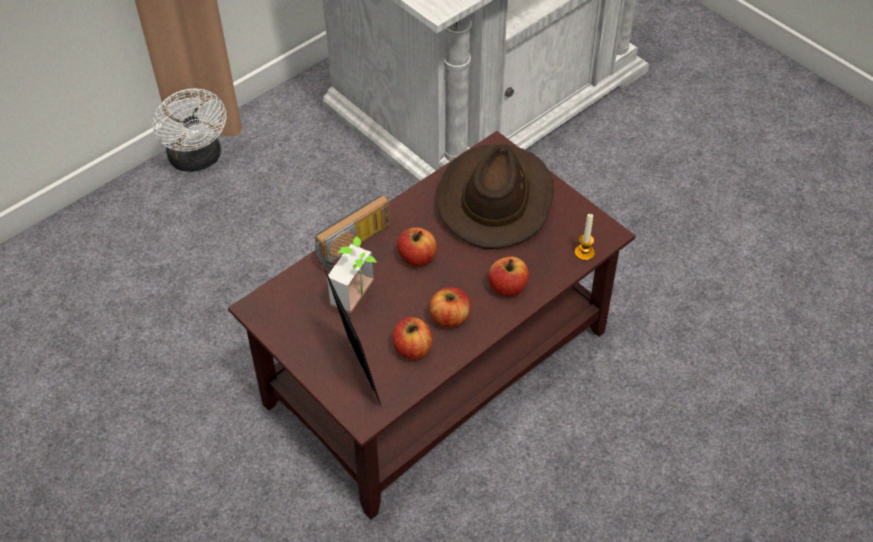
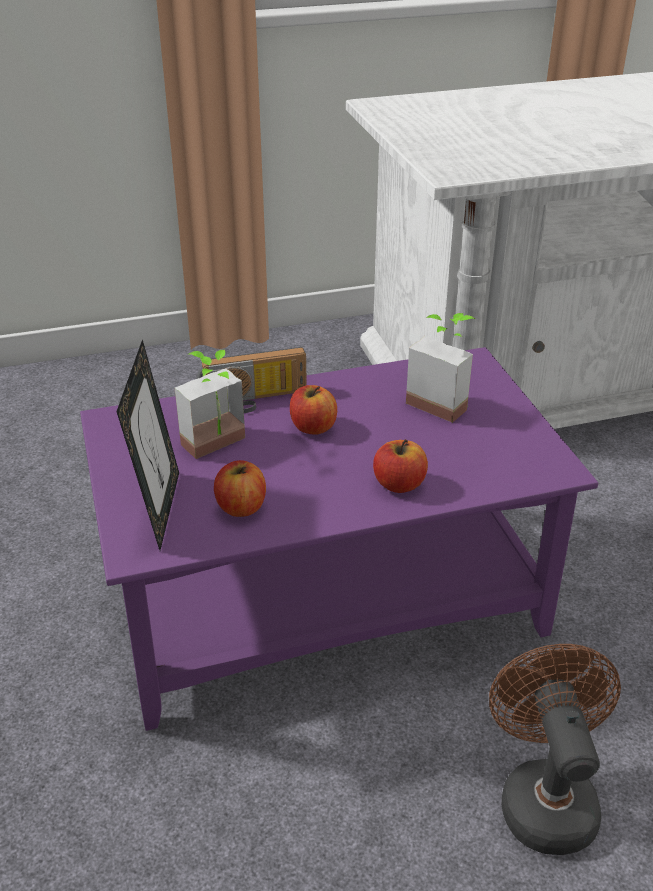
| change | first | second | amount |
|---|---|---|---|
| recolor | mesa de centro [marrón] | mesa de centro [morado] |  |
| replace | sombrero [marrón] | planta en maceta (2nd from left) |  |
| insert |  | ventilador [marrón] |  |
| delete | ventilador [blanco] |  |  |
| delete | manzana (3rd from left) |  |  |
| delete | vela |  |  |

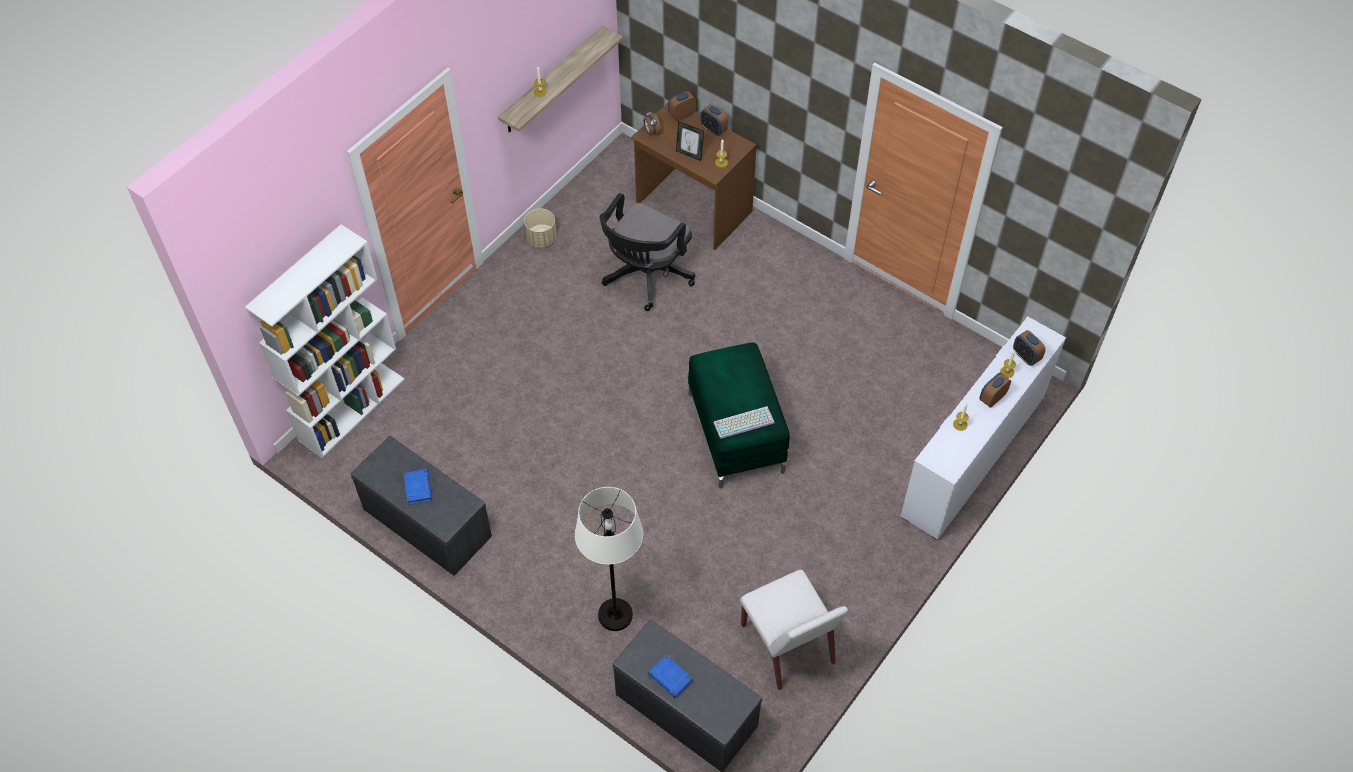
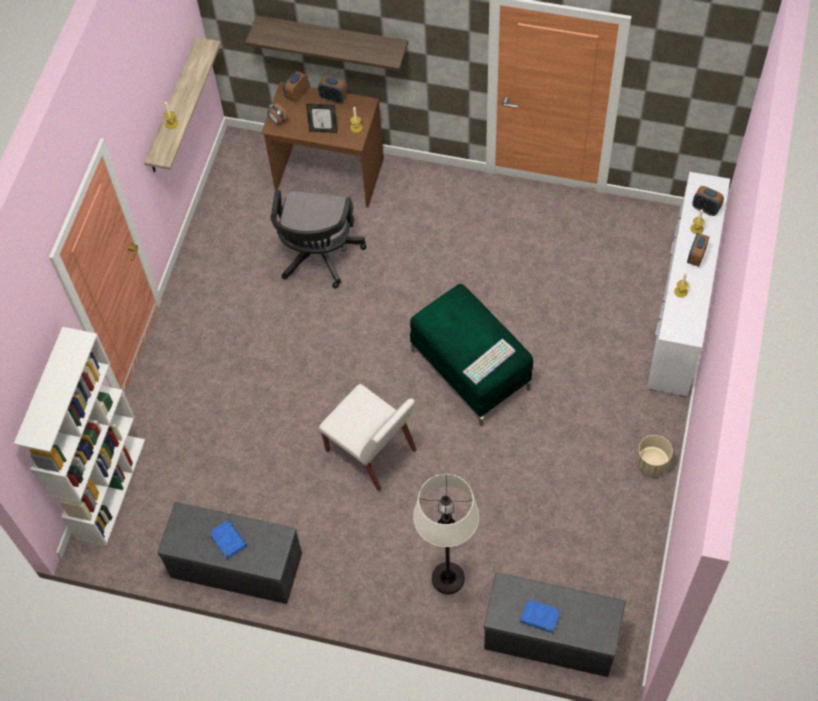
| change | first | second | amount |
|---|---|---|---|
| insert |  | estante (2nd from left) |  |
| move | silla [blanco] |  |  |
| move | maceta [beis] |  |  |

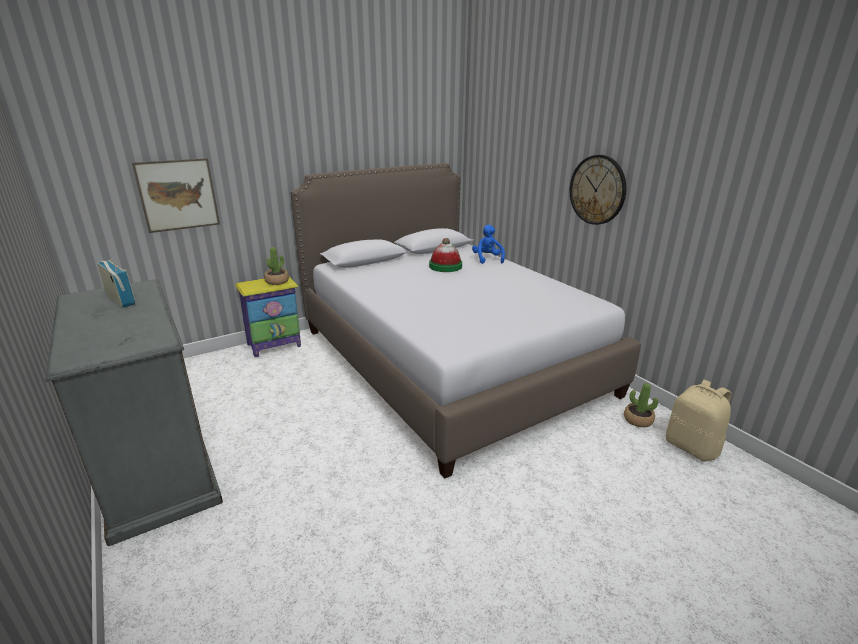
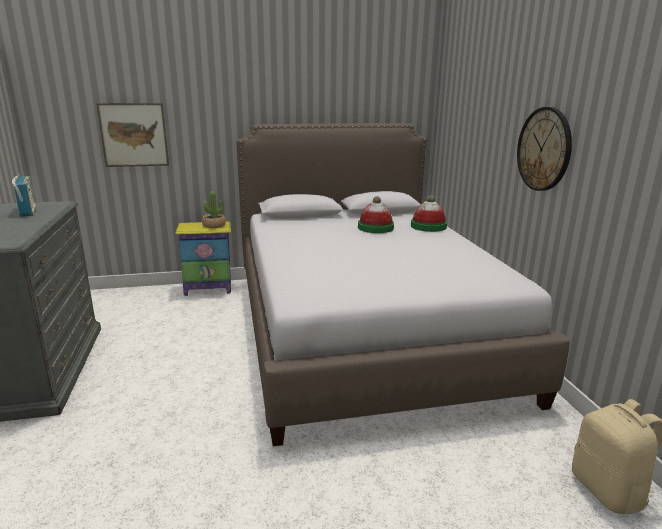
| change | first | second | amount |
|---|---|---|---|
| replace | peluche [azul] | sombrero (2nd from left) |  |
| delete | planta en maceta (2nd from left) |  |  |

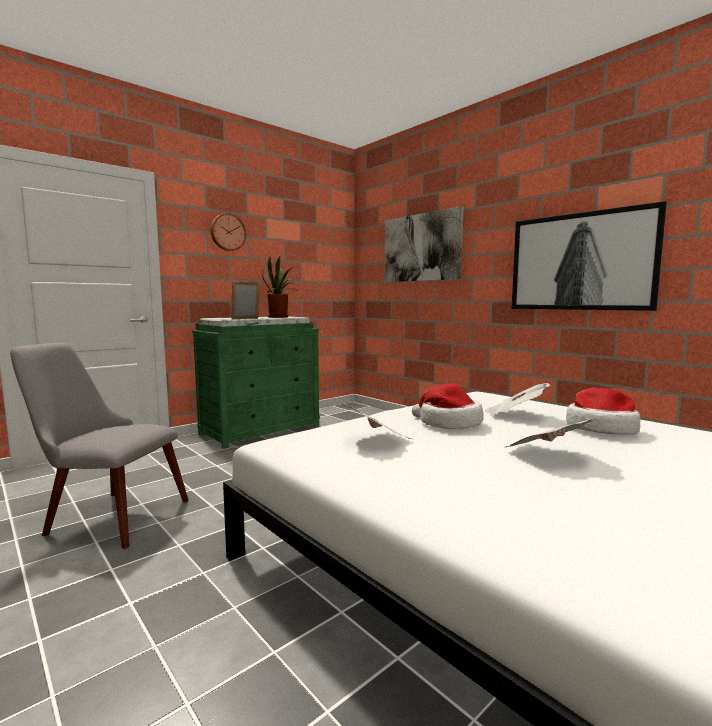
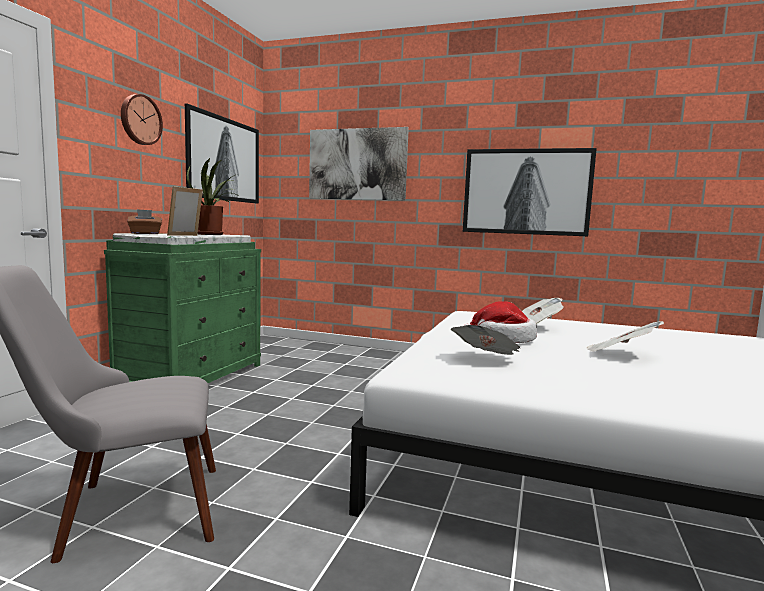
| change | first | second | amount |
|---|---|---|---|
| insert |  | caja de pañuelos [marrón] |  |
| insert |  | cuadro (1st from left) |  |
| delete | sombrero (2nd from left) |  |  |

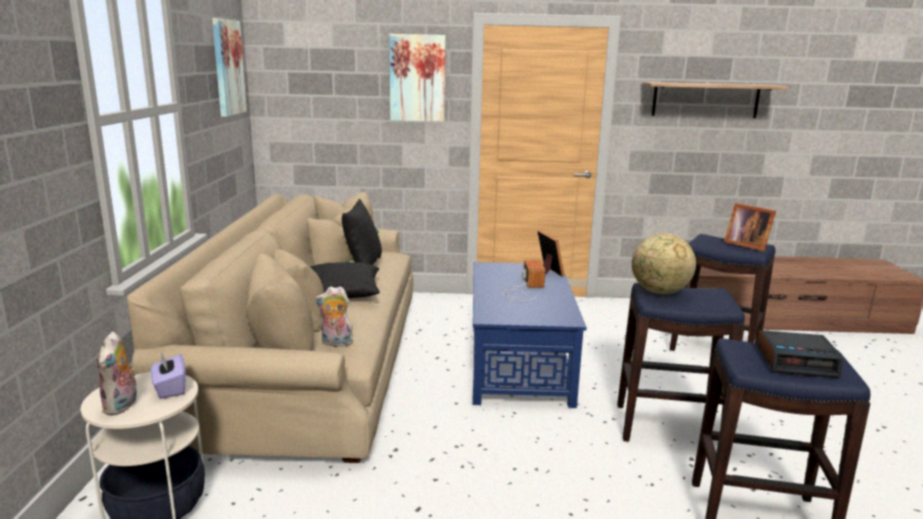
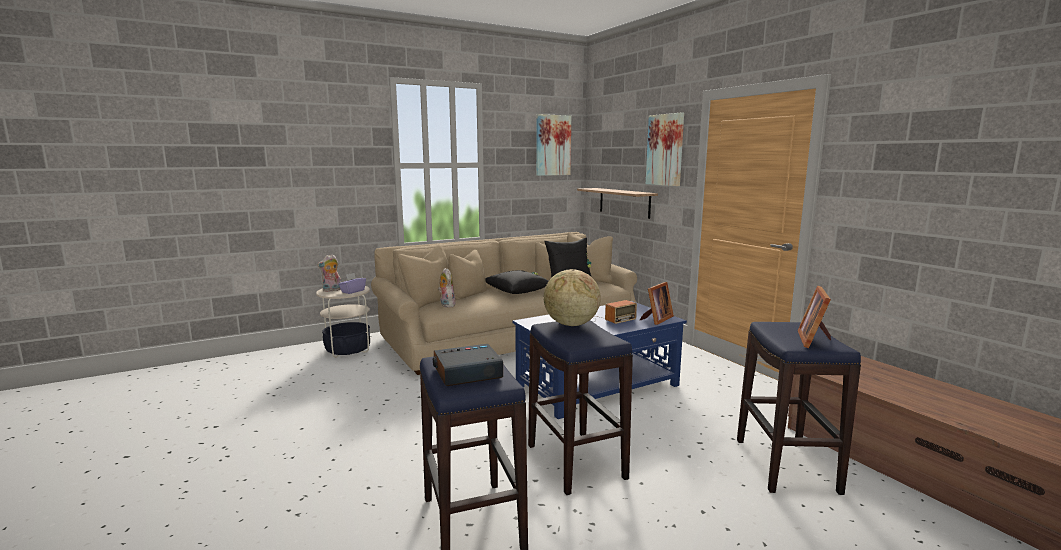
| change | first | second | amount |
|---|---|---|---|
| rotate | despertador |  | 90 degrees clockwise |
| move | estante |  |  |

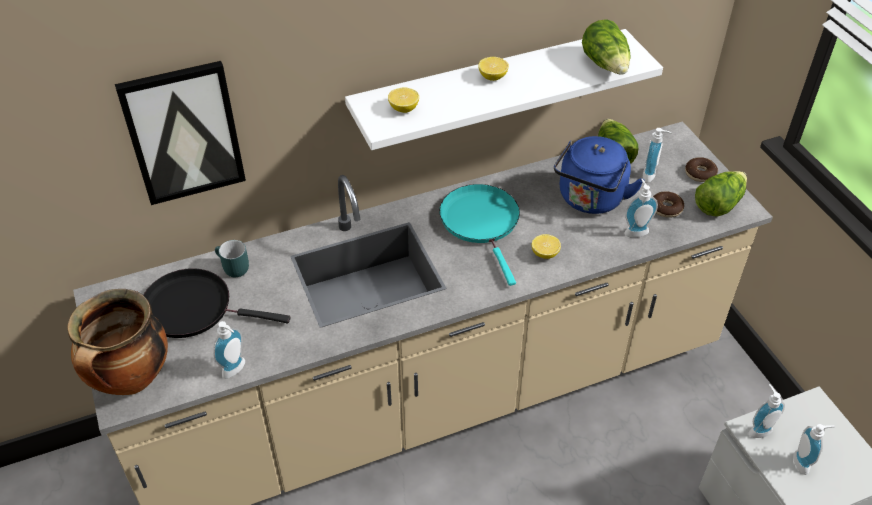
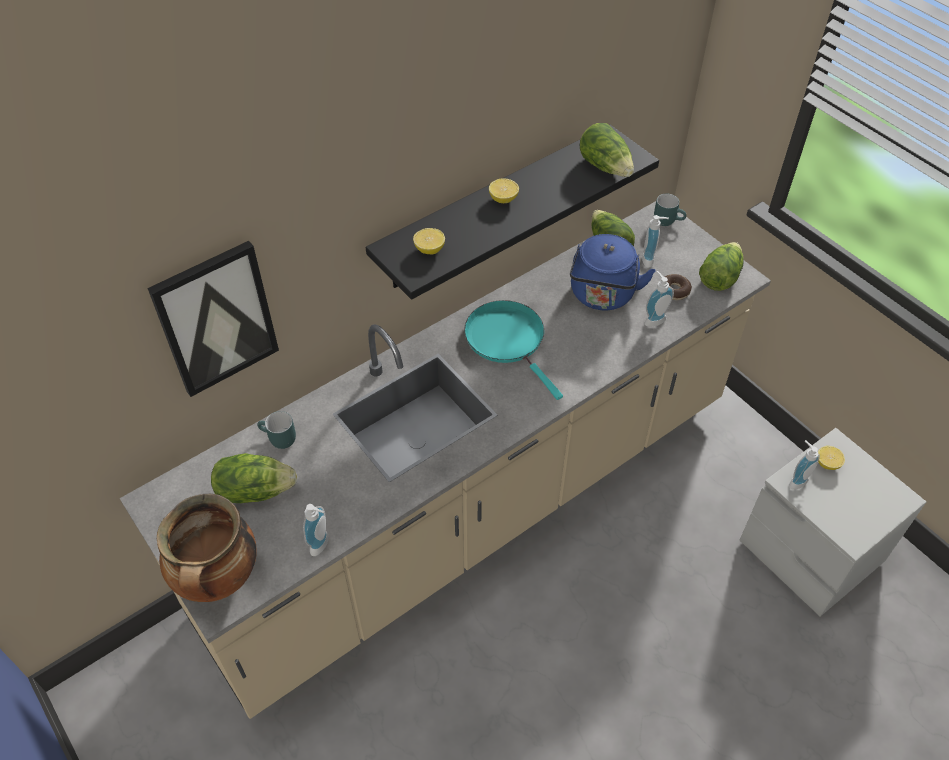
| change | first | second | amount |
|---|---|---|---|
| replace | sartén [negro] | lechuga (1st from left) |  |
| recolor | estante [blanco] | estante [negro] |  |
| insert |  | taza grande [turquesa] (2nd from left) |  |
| move | limón (3rd from left) |  |  |
| delete | rosquilla (2nd from left) |  |  |
| delete | dispensador de jabón (5th from left) |  |  |

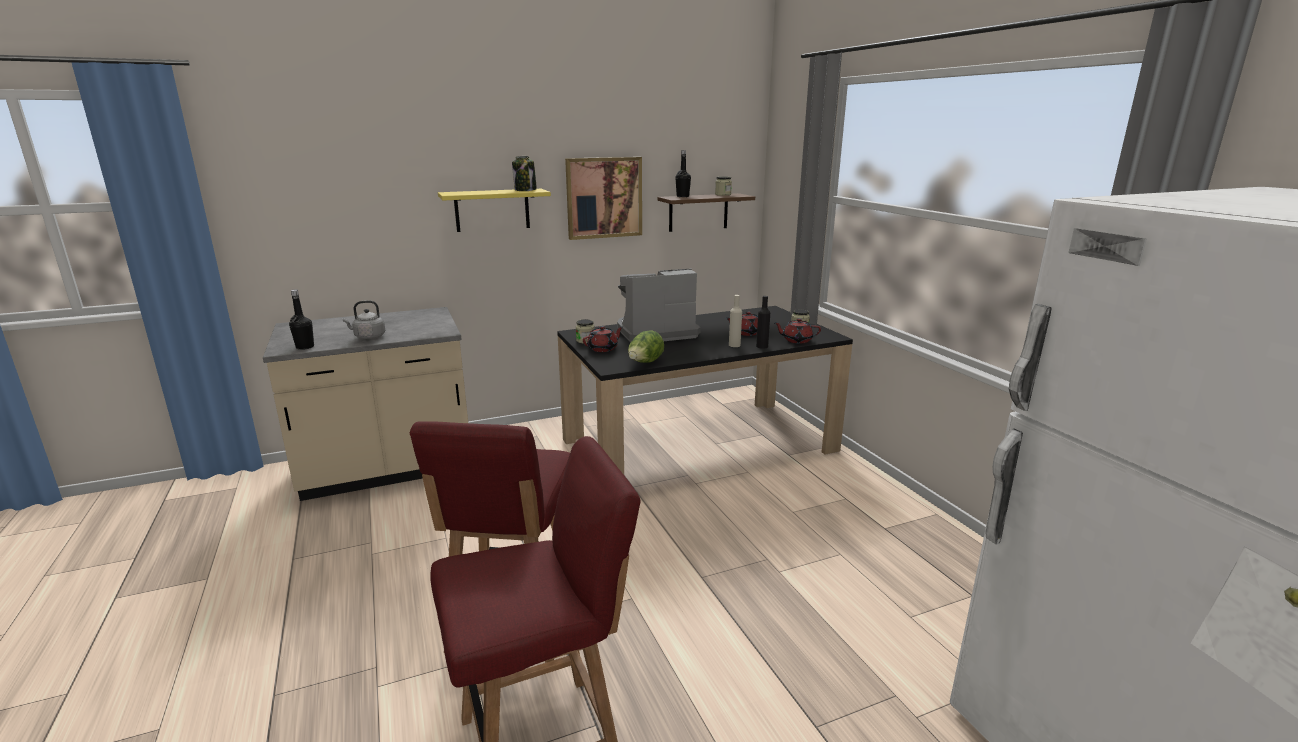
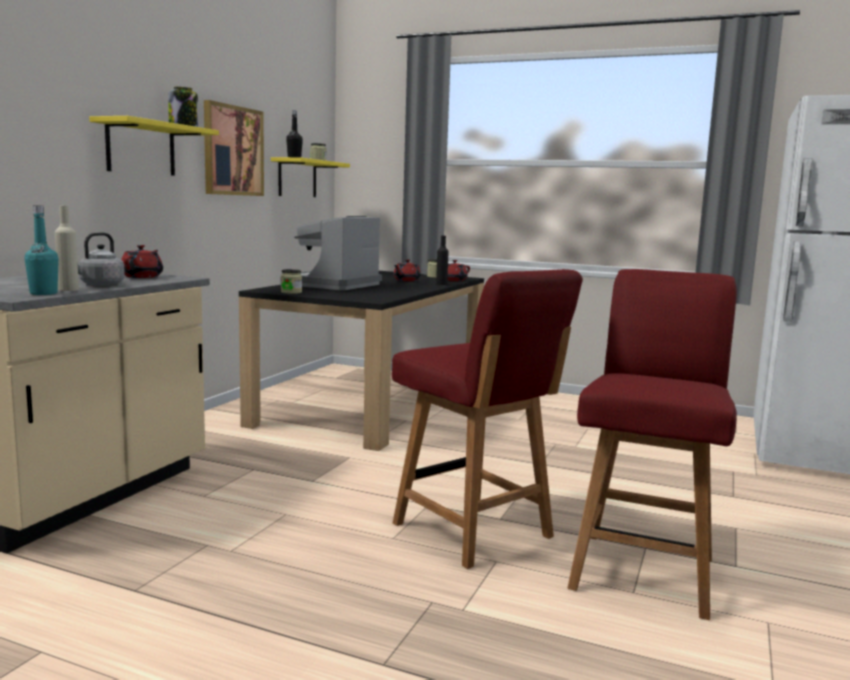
| change | first | second | amount |
|---|---|---|---|
| recolor | botella [negro] (1st from left) | botella [turquesa] |  |
| move | botella [beis] |  |  |
| move | tetera [rojo] (1st from left) |  |  |
| recolor | estante [marrón] | estante [amarillo] (2nd from left) |  |
| delete | lechuga |  |  |

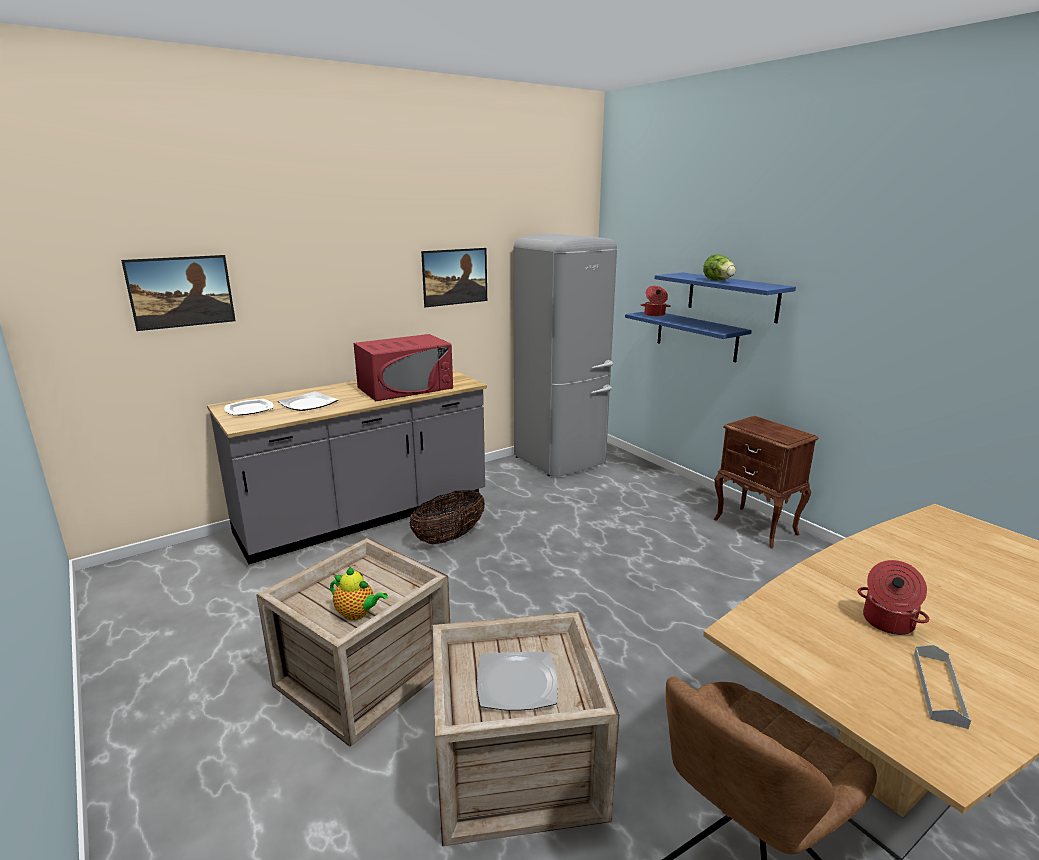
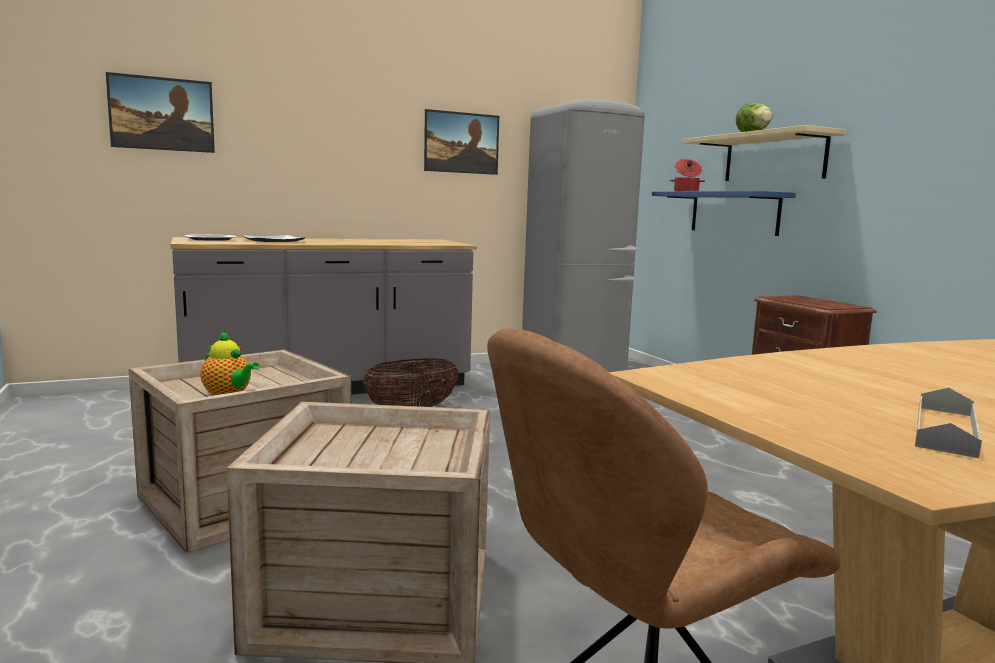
| change | first | second | amount |
|---|---|---|---|
| recolor | estante [azul] (2nd from left) | estante [beis] |  |
| delete | microondas [rojo] |  |  |
| delete | plato (3rd from left) |  |  |
| delete | olla (2nd from left) |  |  |

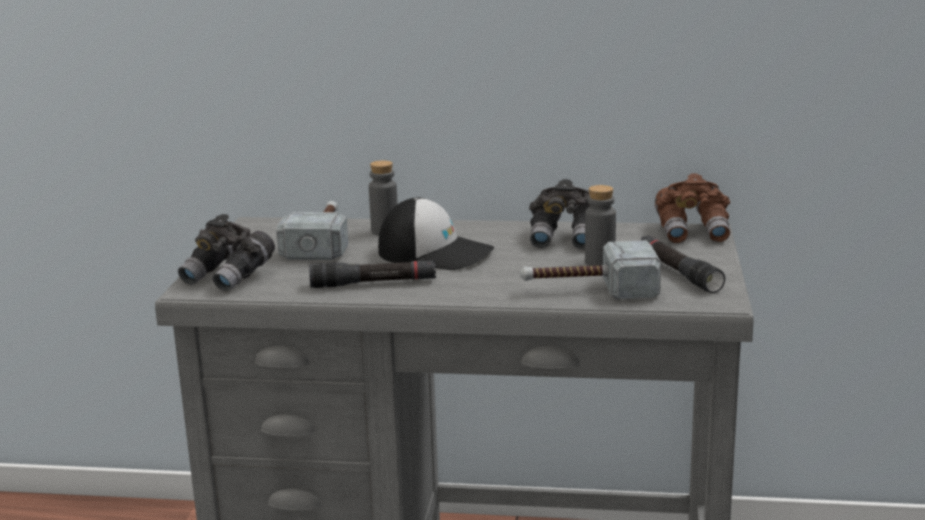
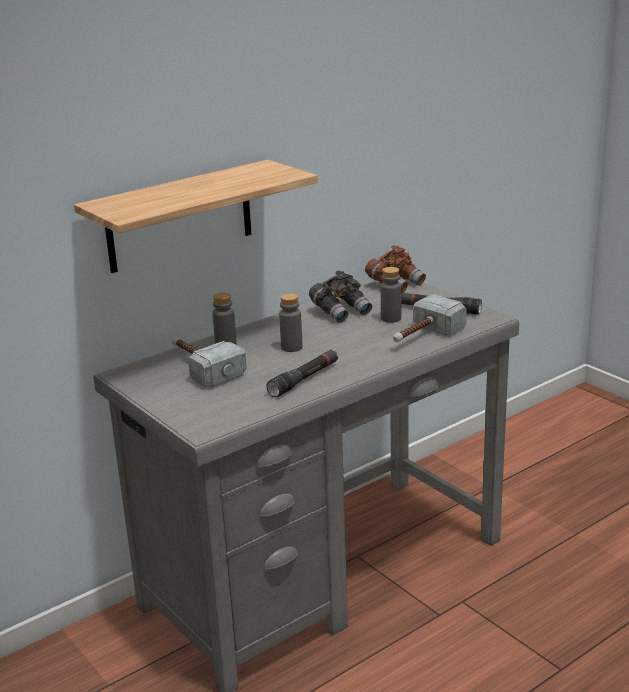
| change | first | second | amount |
|---|---|---|---|
| insert |  | estante |  |
| replace | gorra | botella [gris] (2nd from left) |  |
| delete | prismáticos [gris] (1st from left) |  |  |

